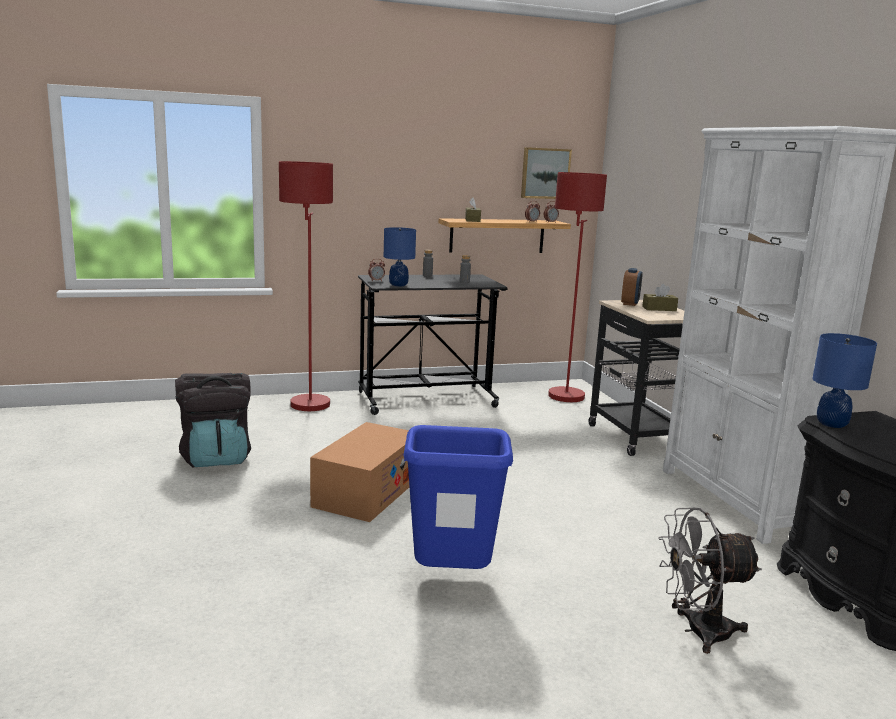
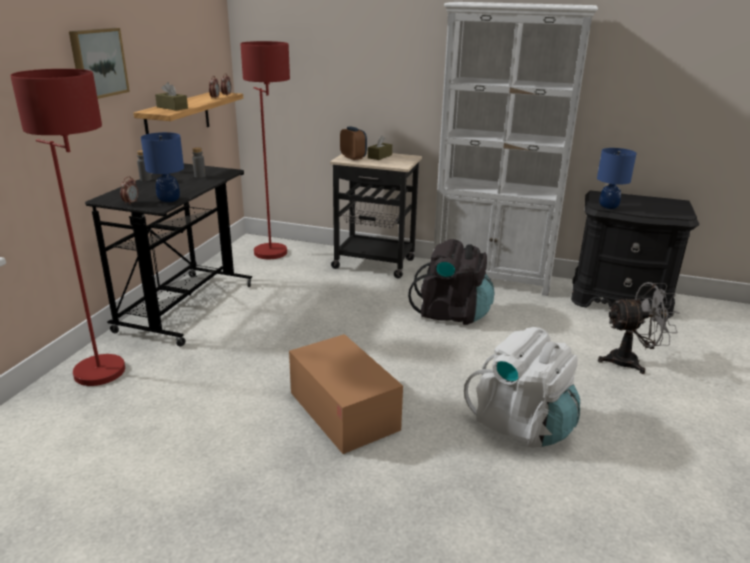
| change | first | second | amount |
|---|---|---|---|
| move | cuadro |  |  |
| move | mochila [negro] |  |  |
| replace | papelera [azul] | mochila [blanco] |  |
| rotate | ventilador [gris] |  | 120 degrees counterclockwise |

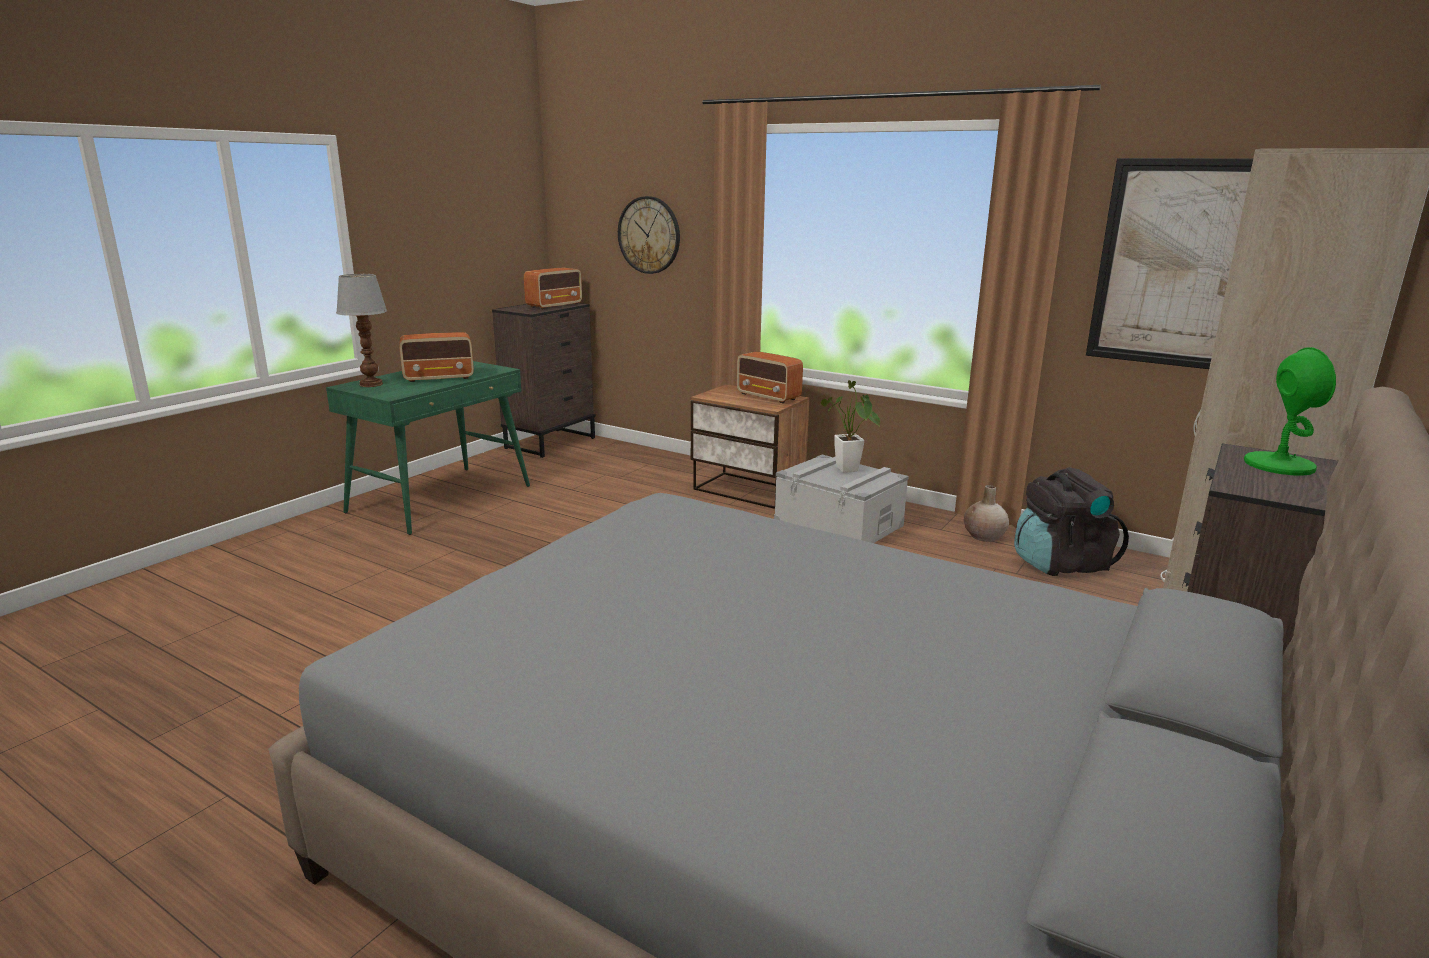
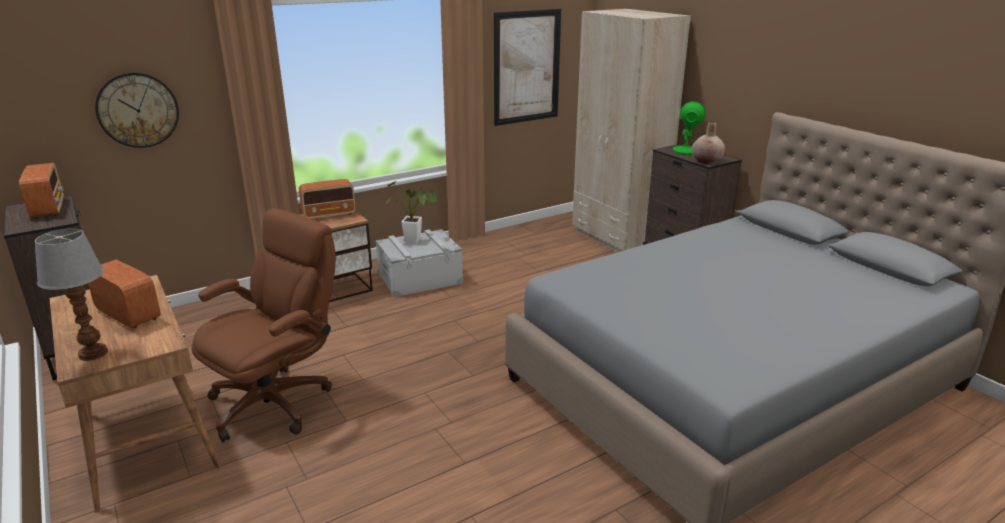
| change | first | second | amount |
|---|---|---|---|
| recolor | escritorio [verde] | escritorio [marrón] |  |
| rotate | radio (1st from left in the first image) | radio (2nd from left) | 60 degrees counterclockwise |
| insert |  | silla de oficina [marrón] |  |
| move | florero [beis] |  |  |
| delete | mochila [negro] |  |  |

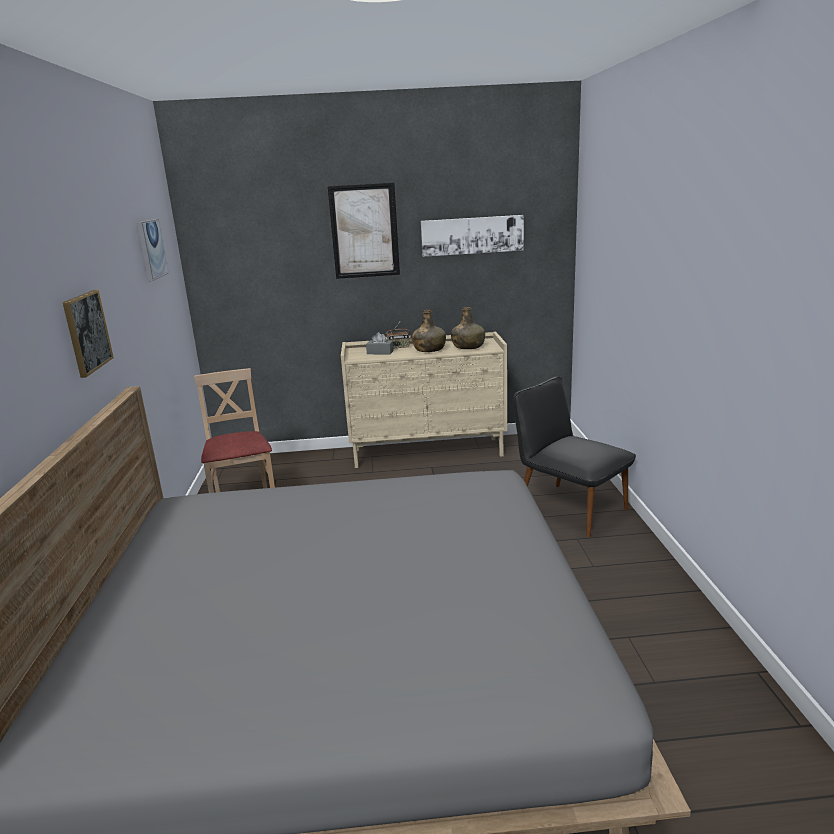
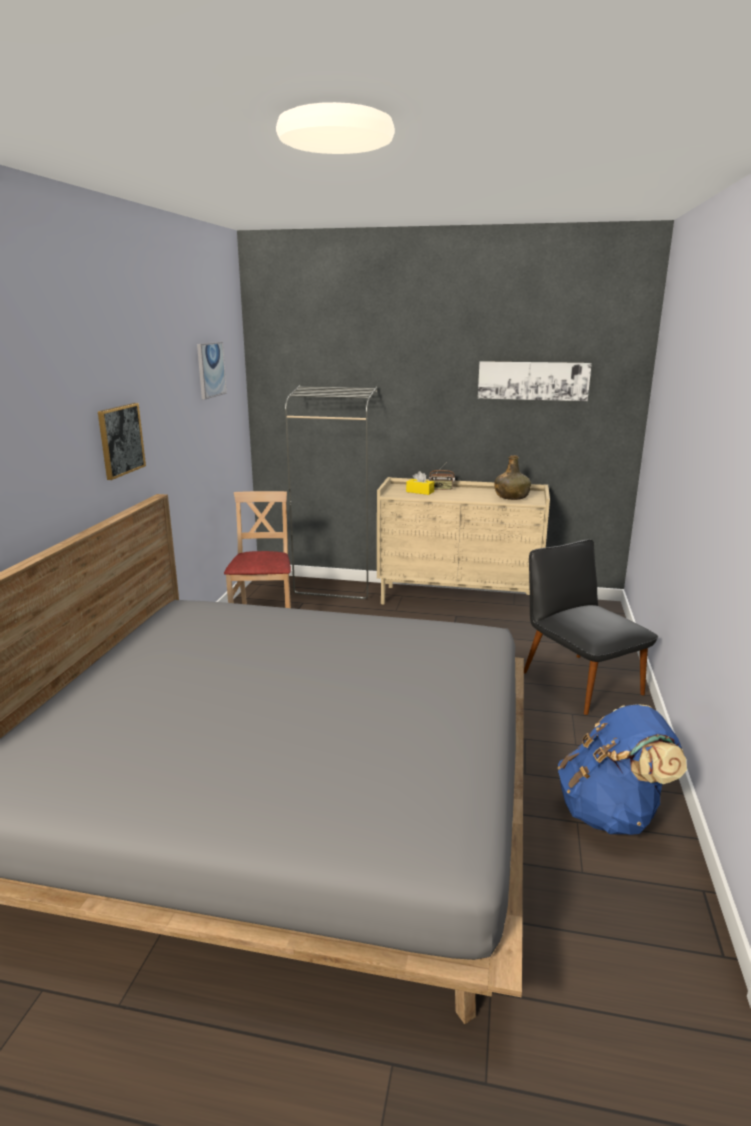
| change | first | second | amount |
|---|---|---|---|
| insert |  | perchero [gris] |  |
| recolor | caja de pañuelos [gris] | caja de pañuelos [amarillo] |  |
| insert |  | mochila [azul] |  |
| delete | cuadro (3rd from left) |  |  |
| delete | botella [verde] (1st from left) |  |  |

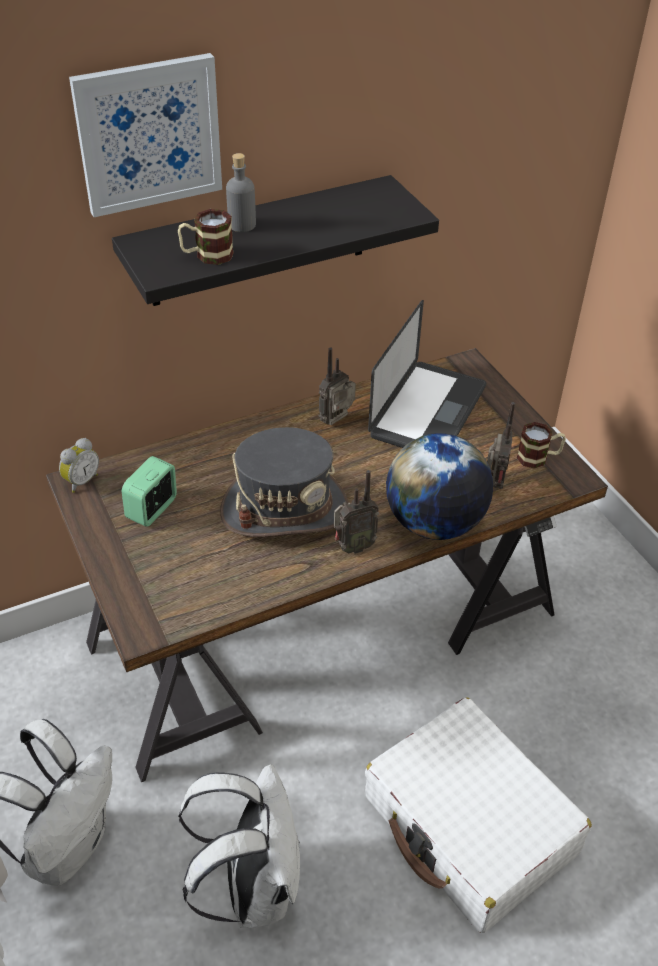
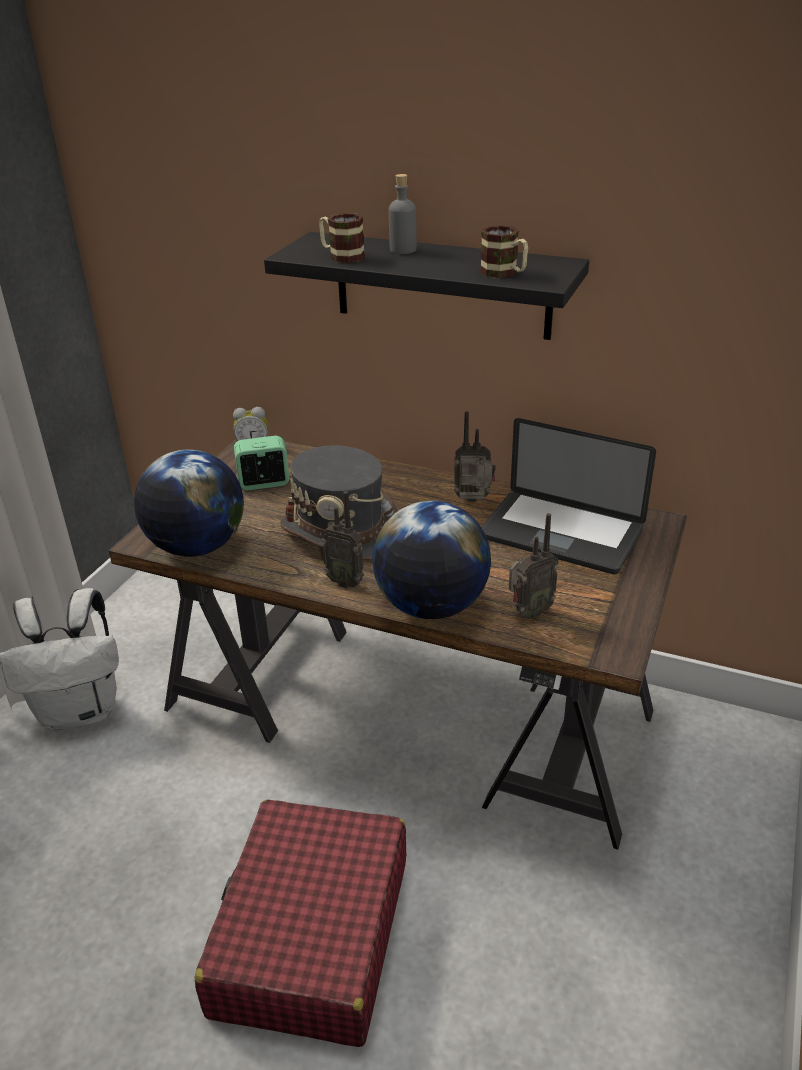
| change | first | second | amount |
|---|---|---|---|
| insert |  | globo terráqueo (1st from left) |  |
| recolor | maleta [blanco] | maleta [rojo] |  |
| move | taza grande (2nd from left) |  |  |
| rotate | portátil |  | 45 degrees clockwise |
| delete | cuadro |  |  |
| delete | mochila [blanco] (2nd from left) |  |  |

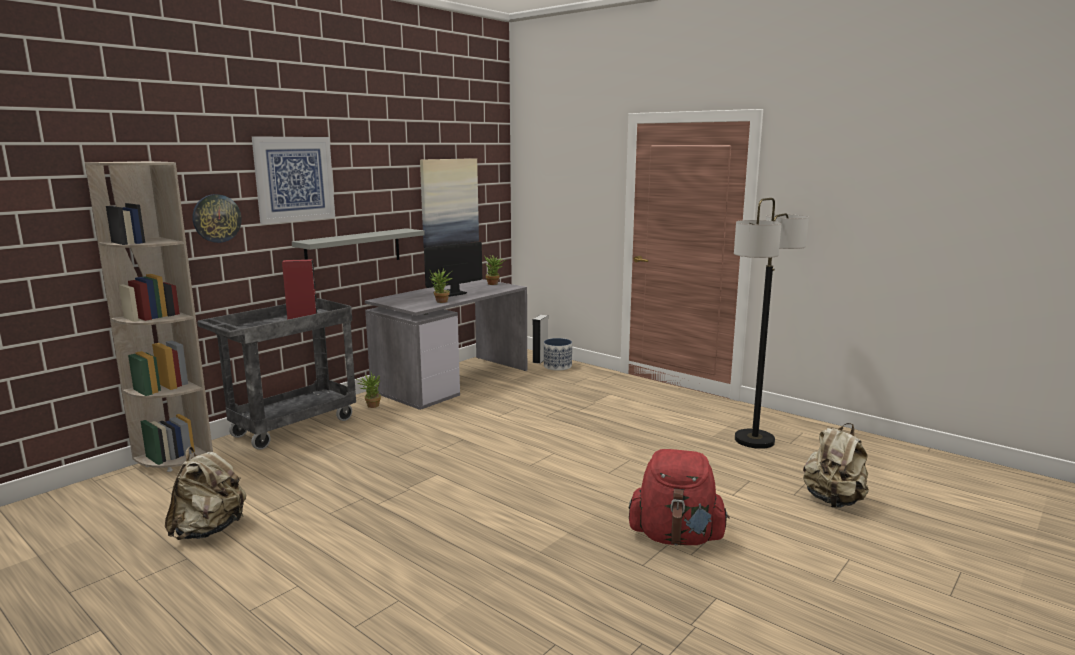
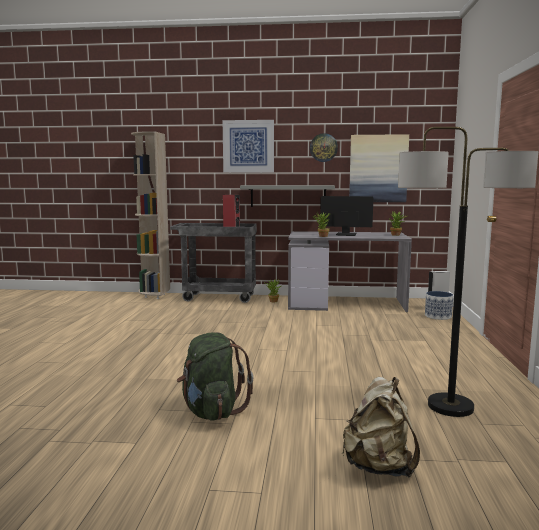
| change | first | second | amount |
|---|---|---|---|
| recolor | mochila [rojo] | mochila [verde] |  |
| move | reloj de pared |  |  |
| delete | mochila [beis] (1st from left) |  |  |

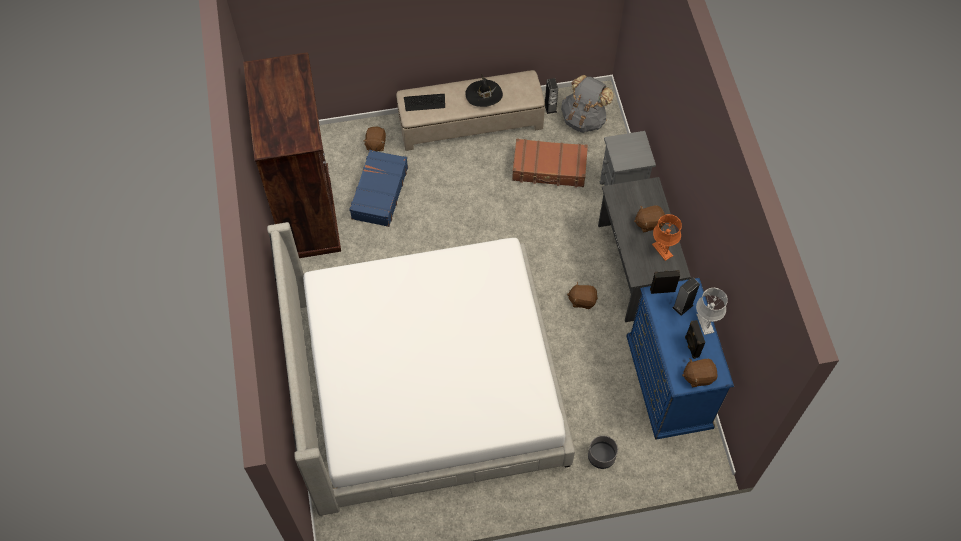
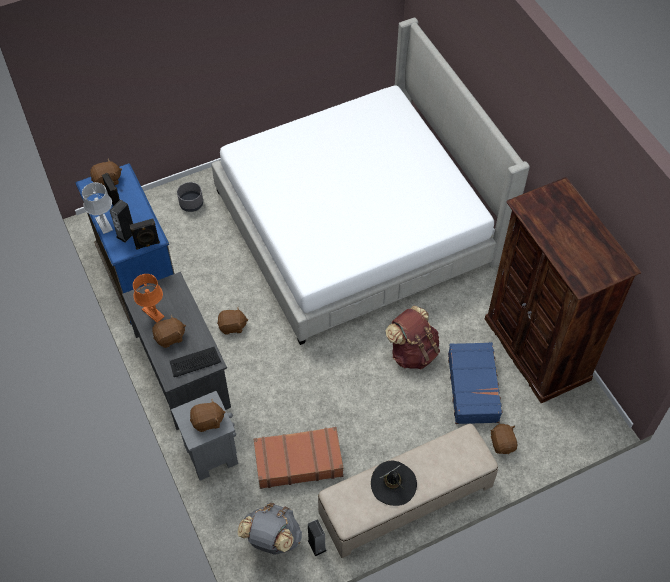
| change | first | second | amount |
|---|---|---|---|
| move | teclado |  |  |
| insert |  | peluche [marrón] (3rd from left) |  |
| insert |  | mochila [marrón] |  |

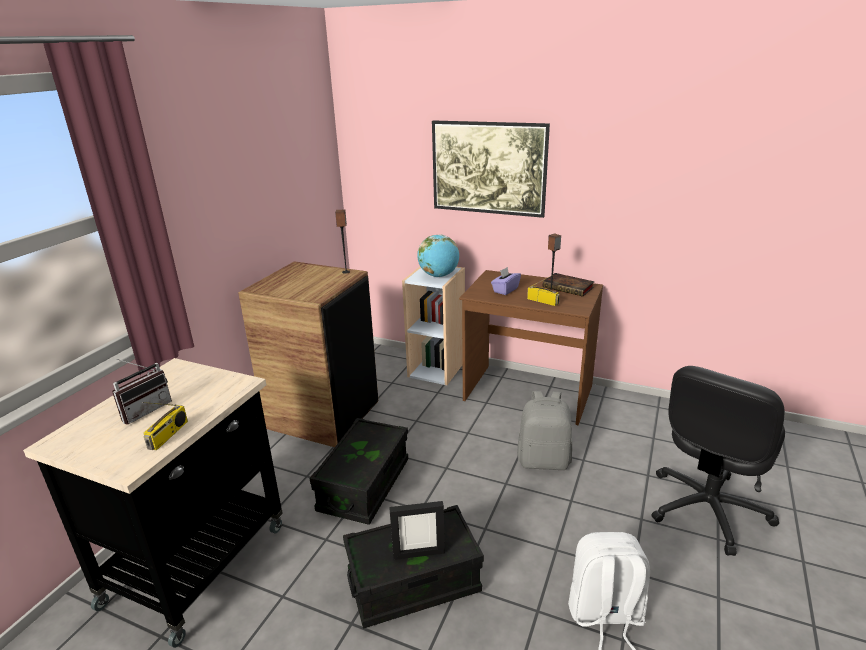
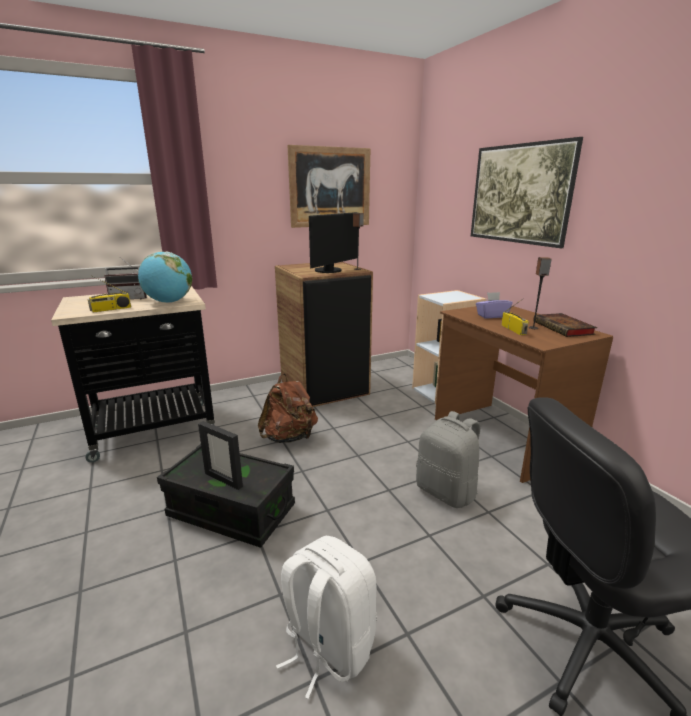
| change | first | second | amount |
|---|---|---|---|
| move | globo terráqueo |  |  |
| replace | caja de almacenaje [negro] (1st from left) | mochila [marrón] |  |
| insert |  | cuadro (1st from left) |  |
| insert |  | monitor |  |

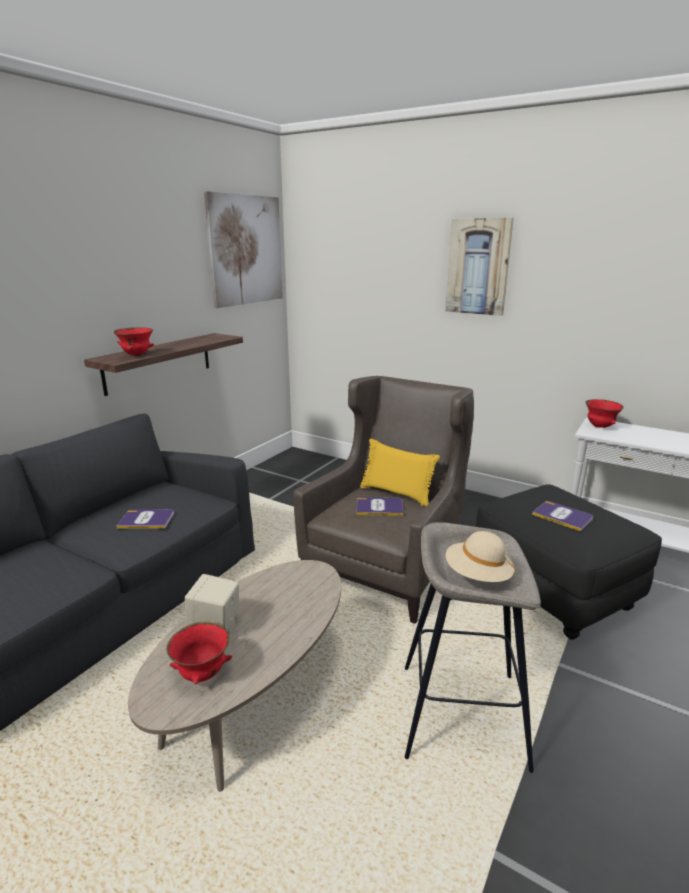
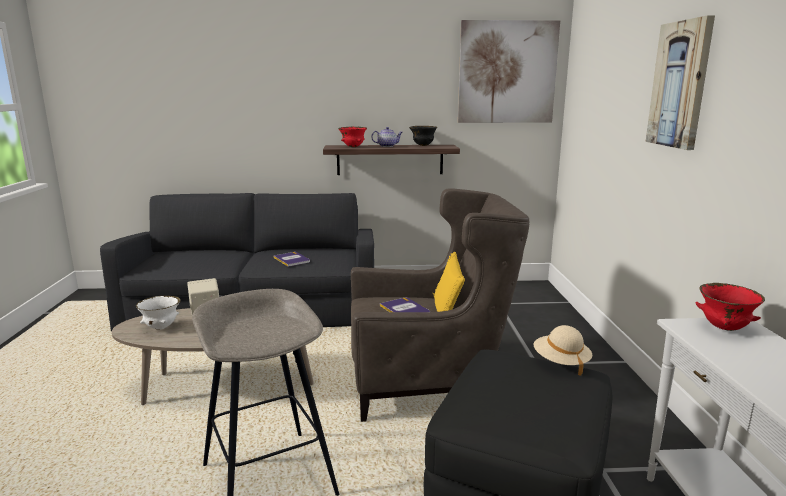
| change | first | second | amount |
|---|---|---|---|
| recolor | cuenco [rojo] (2nd from left) | cuenco [blanco] |  |
| insert |  | tetera |  |
| insert |  | cuenco [negro] |  |
| move | sombrero [beis] |  |  |
| delete | libro (3rd from left) |  |  |

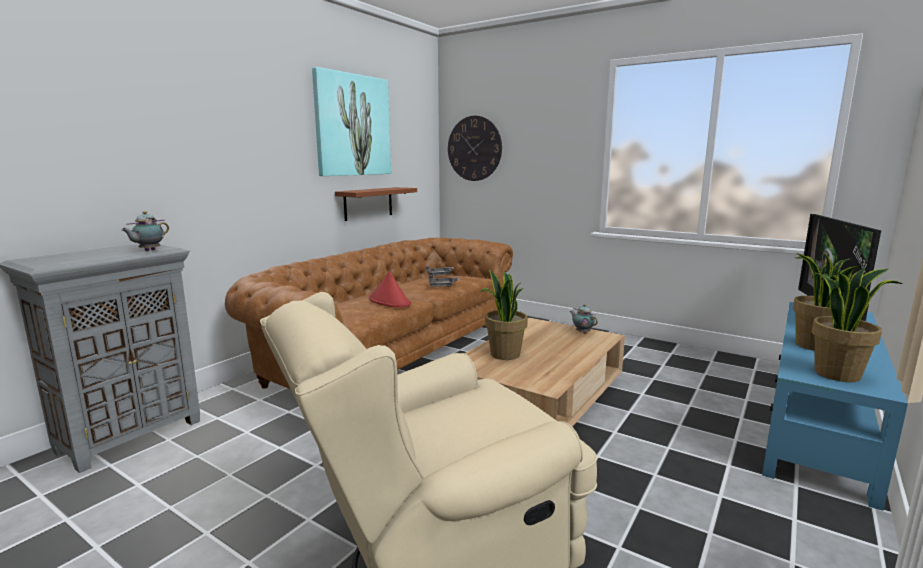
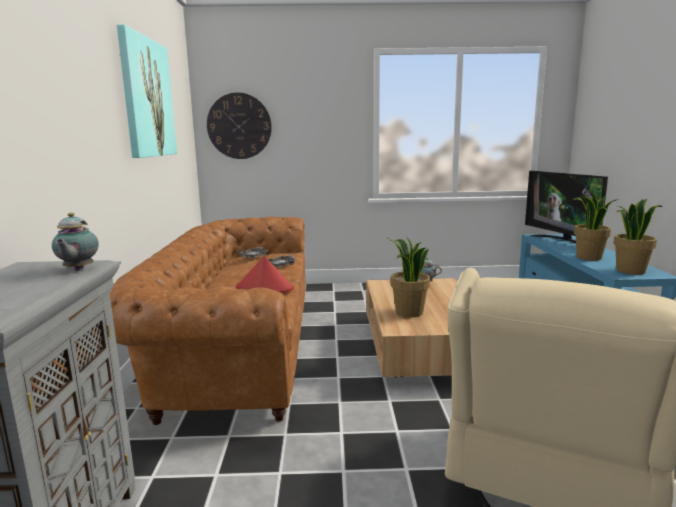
| change | first | second | amount |
|---|---|---|---|
| delete | estante [marrón] |  |  |

